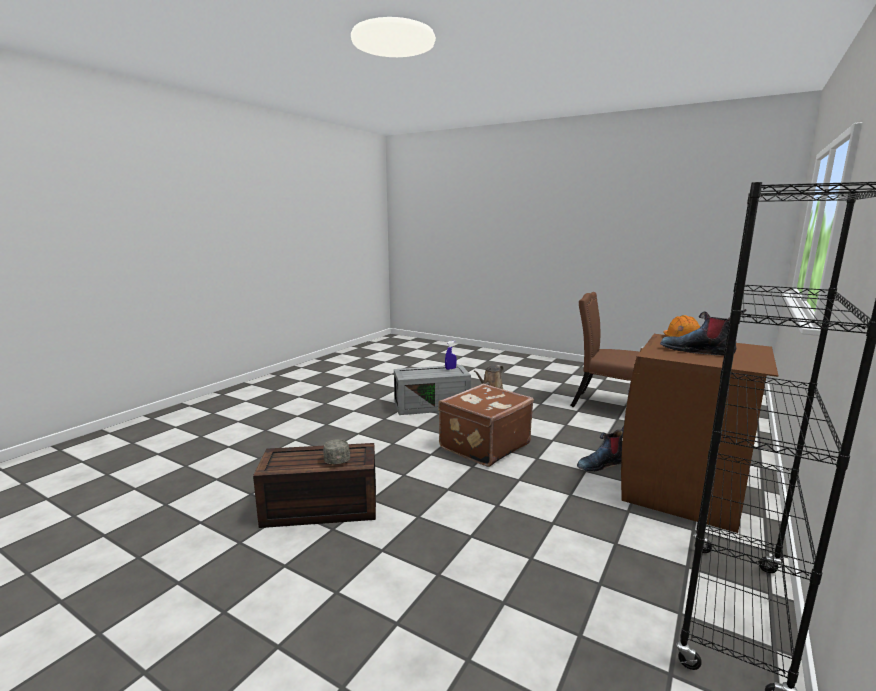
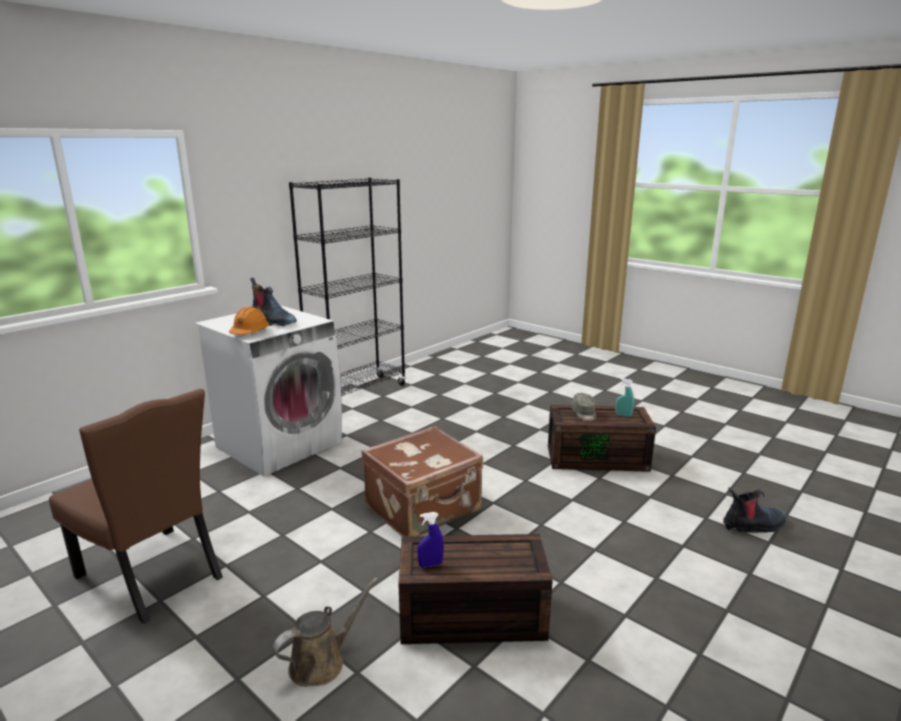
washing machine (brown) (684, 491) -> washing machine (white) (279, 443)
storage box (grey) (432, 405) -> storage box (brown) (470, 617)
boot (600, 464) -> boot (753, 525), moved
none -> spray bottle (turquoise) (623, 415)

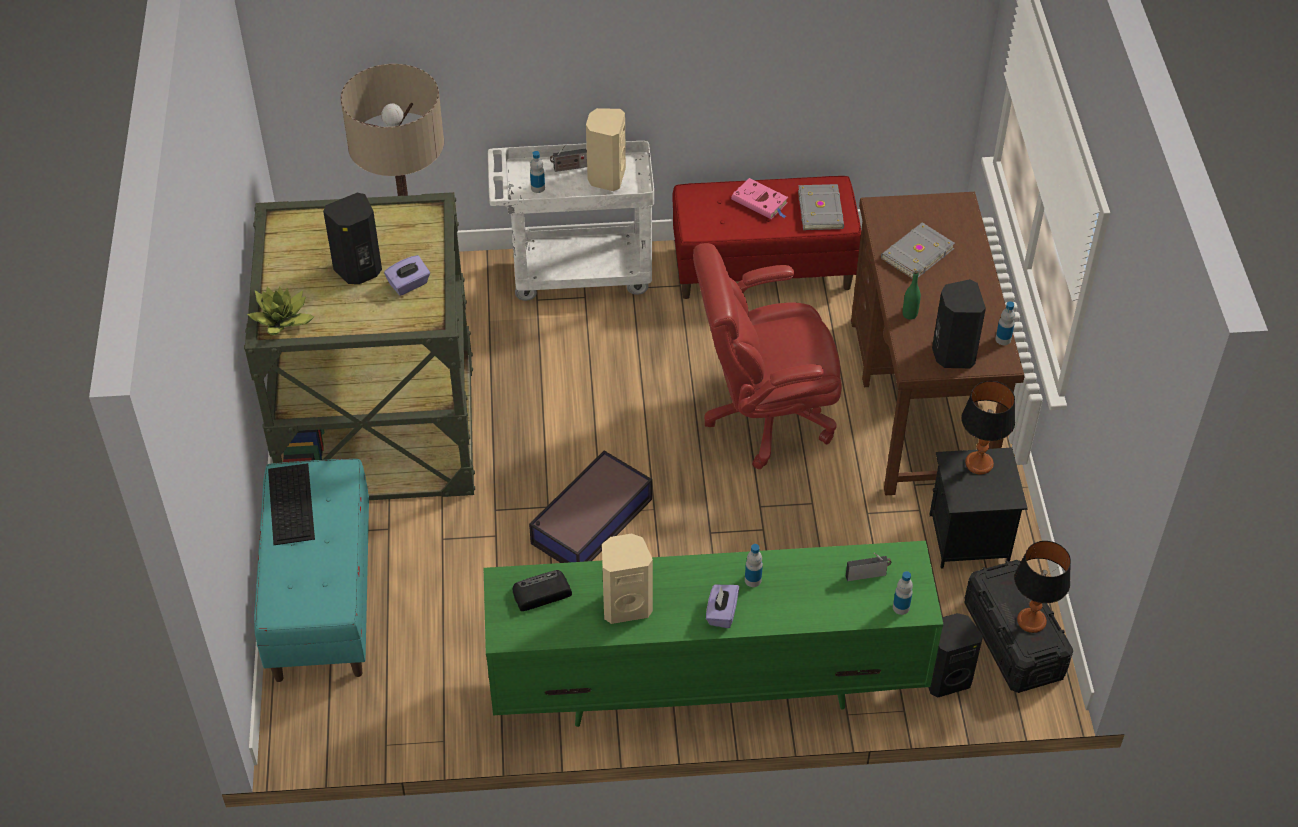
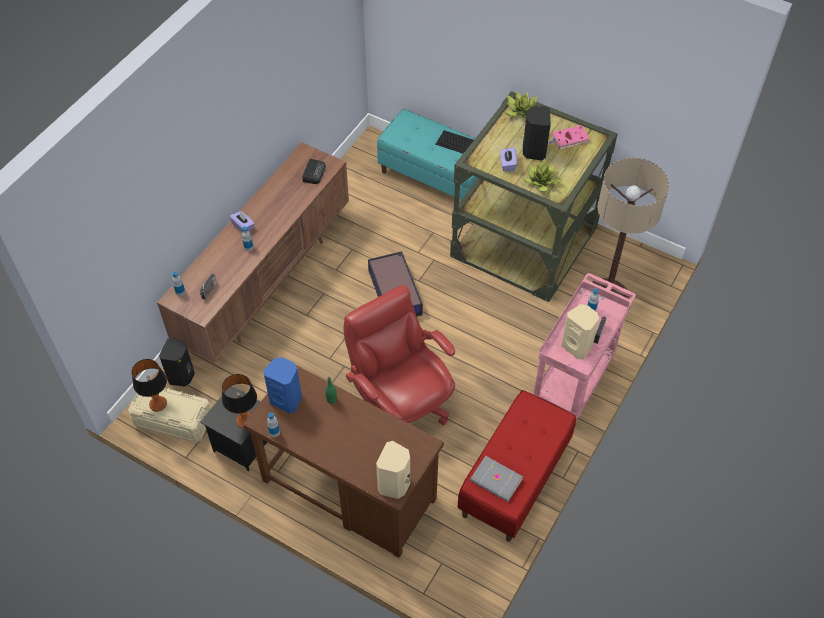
cart (white) (574, 278) -> cart (pink) (574, 379)
book (pink) (761, 202) -> book (pink) (569, 139), moved
book (grey) (916, 253) -> none
office chair (red) (762, 416) -> office chair (red) (401, 405), 60 degrees counterclockwise
speaker (black) (952, 354) -> speaker (blue) (287, 399)
speaker (beige) (626, 605) -> speaker (beige) (395, 485), moved
cabinet (green) (705, 688) -> cabinet (brown) (266, 282)
storage box (black) (1013, 640) -> storage box (beige) (173, 420)
none -> potted plant (541, 182)

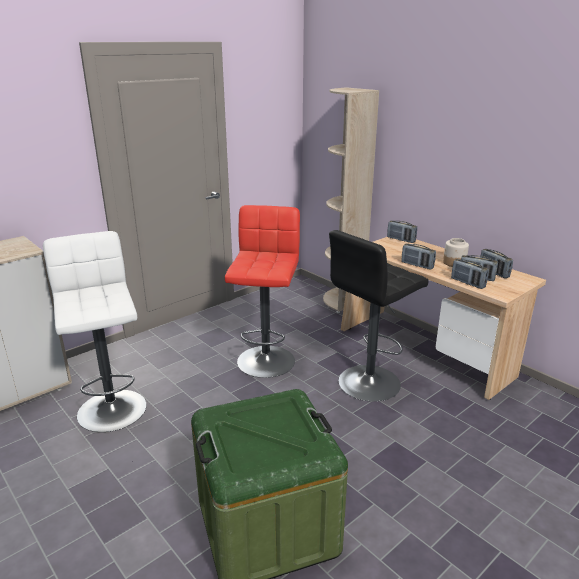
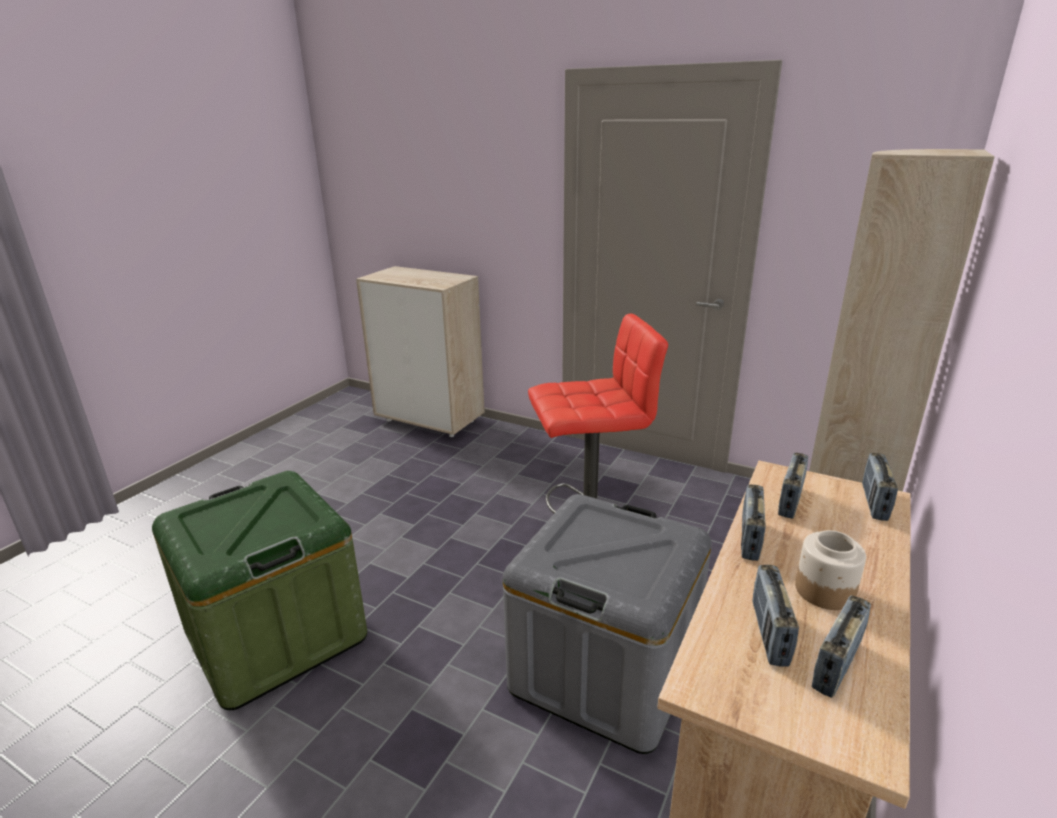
stool (black) (368, 383) -> storage box (grey) (605, 668)
stool (white) (113, 410) -> none
radio (467, 283) -> radio (790, 501), moved

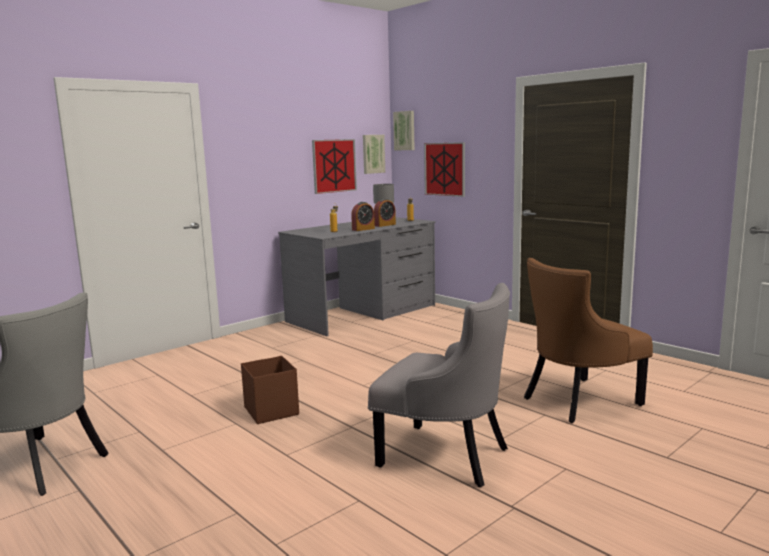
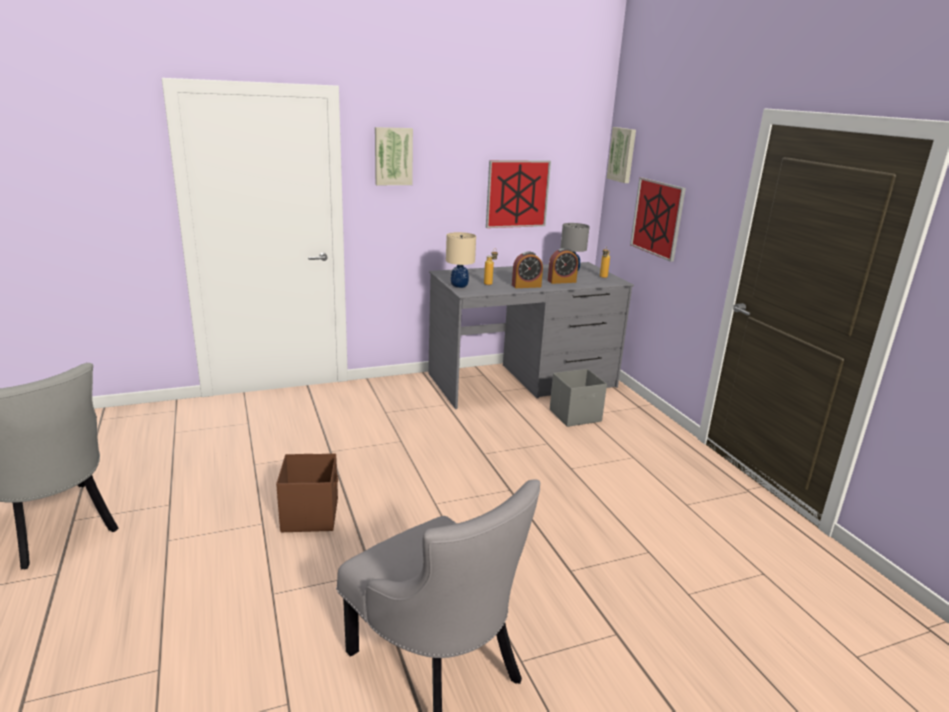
picture (373, 154) -> picture (393, 156), moved
chair (brown) (581, 400) -> none
none -> table lamp (beige) (460, 286)
none -> storage box (grey) (576, 416)

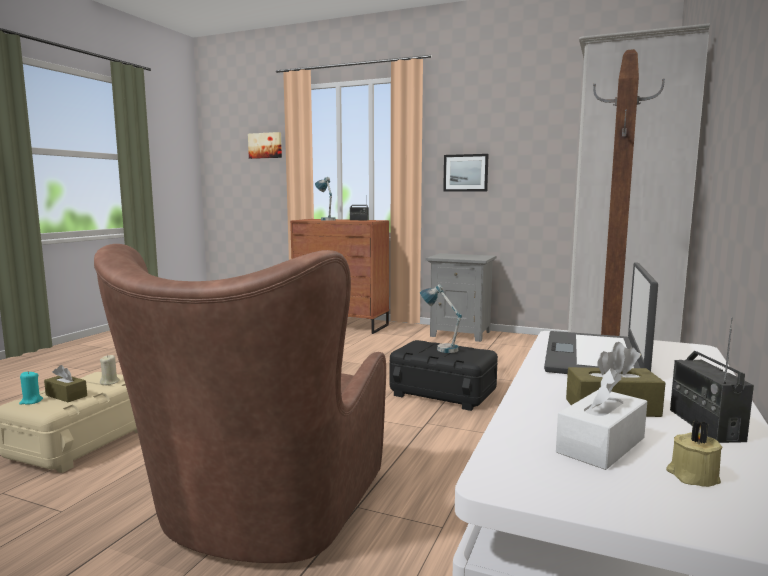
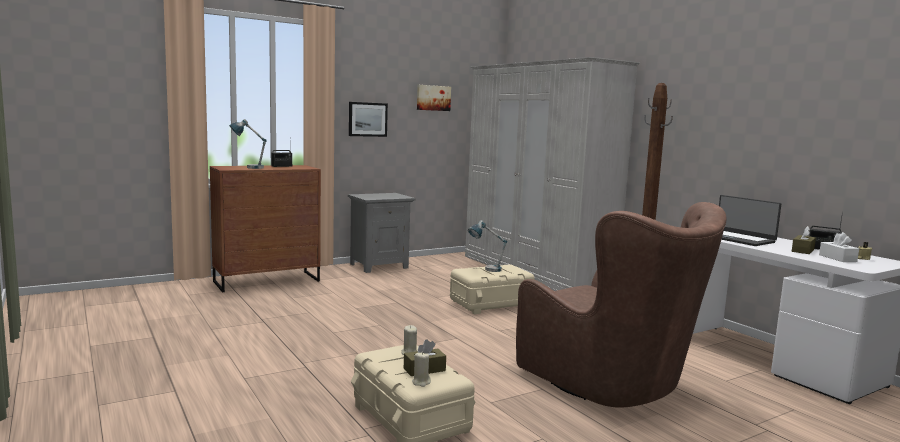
picture (265, 145) -> picture (433, 98), moved
storage box (black) (443, 393) -> storage box (beige) (490, 304)
candle (turquoise) (31, 401) -> candle (beige) (421, 382)

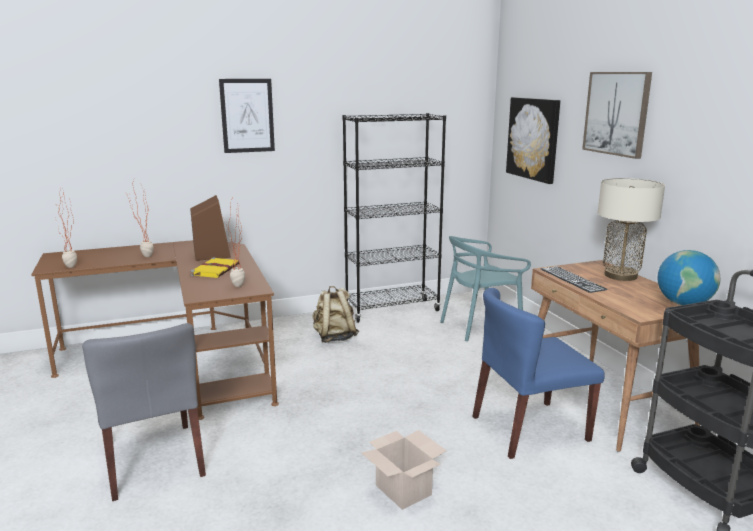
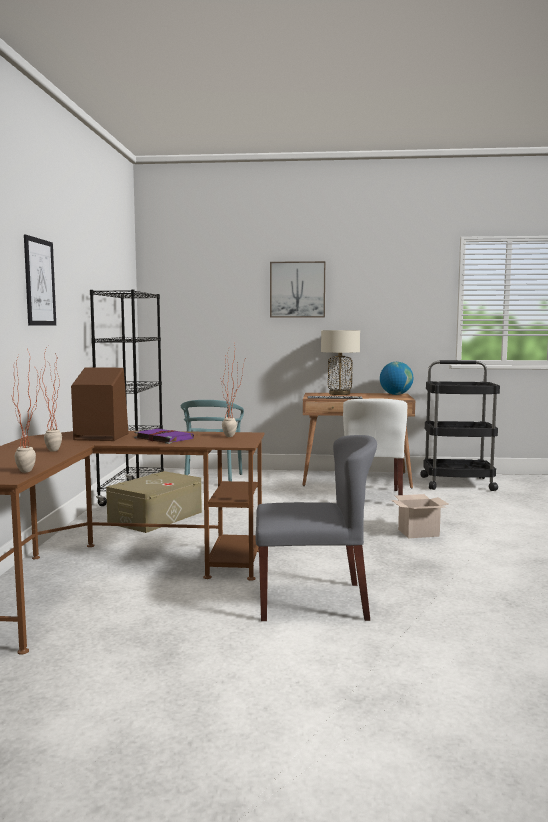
picture (533, 139) -> none
book (yellow) (216, 269) -> book (purple) (163, 438)
backpack (beige) (334, 337) -> storage box (beige) (155, 517)
chair (blue) (529, 429) -> chair (white) (372, 497)

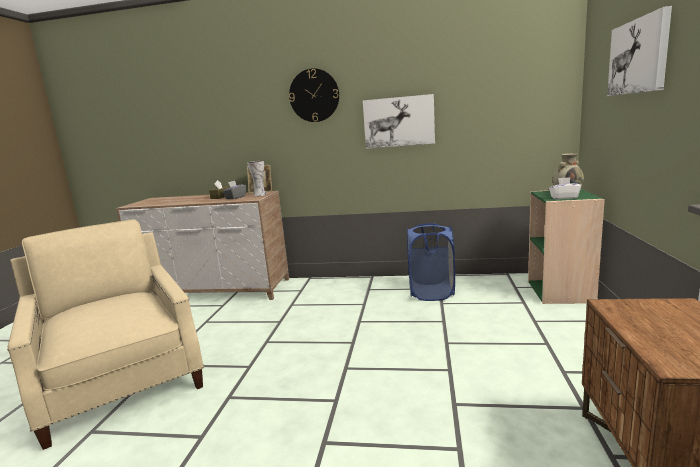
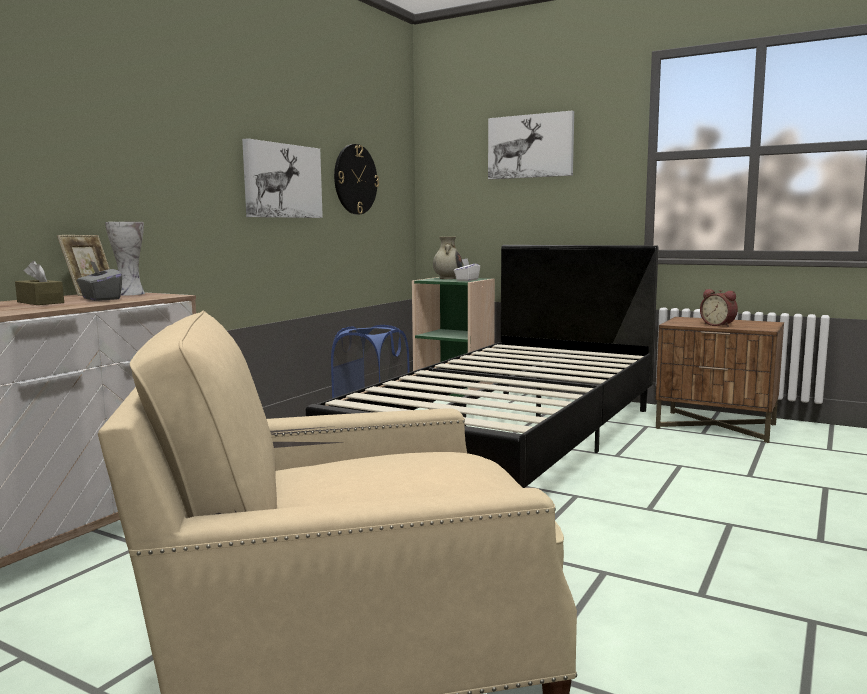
wall clock (314, 95) -> wall clock (355, 179), moved
none -> bed (black) (509, 442)
none -> alarm clock (718, 325)

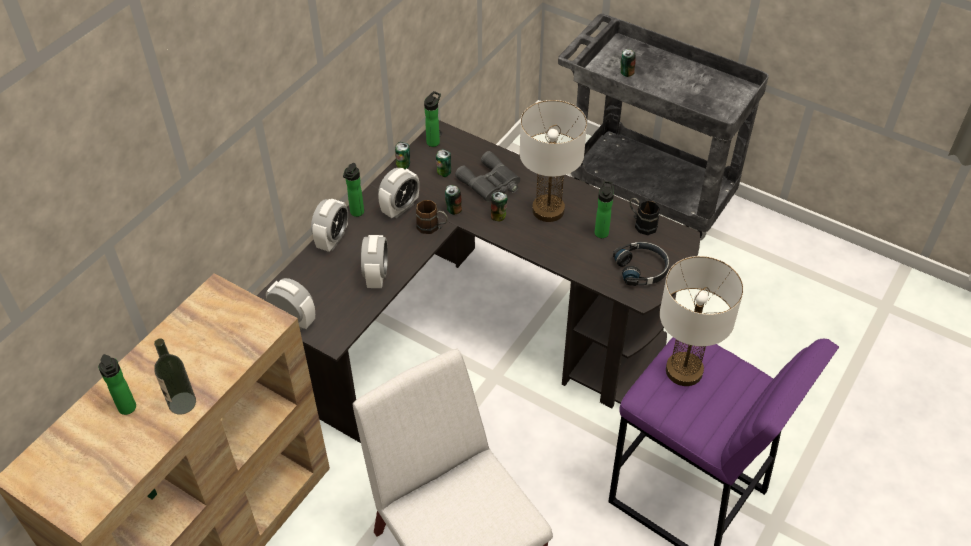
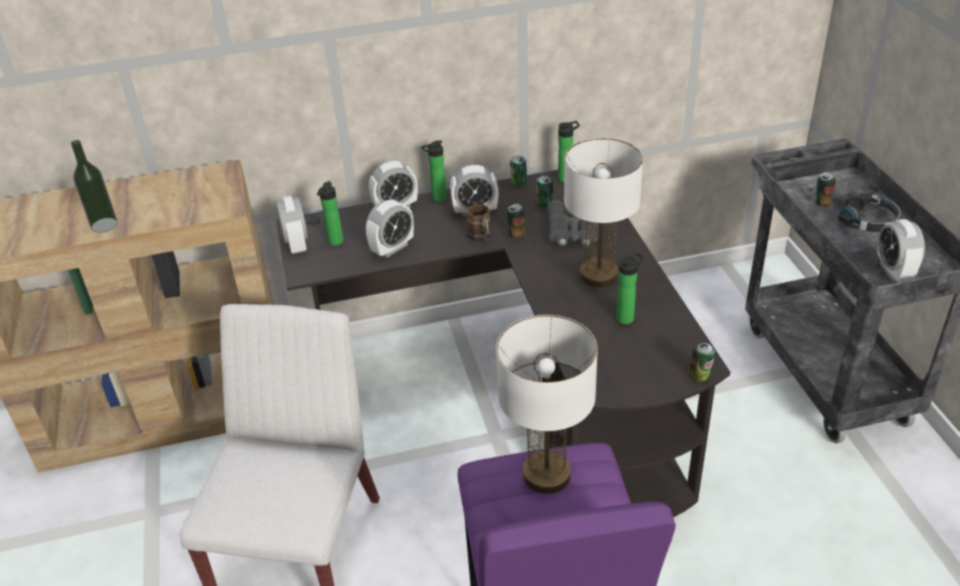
can (498, 216) -> can (700, 376), moved
mug (black) (641, 224) -> none
headphones (black) (642, 268) -> headphones (black) (869, 220), moved
bottle (128, 409) -> bottle (334, 243), moved
none -> alarm clock (893, 272)

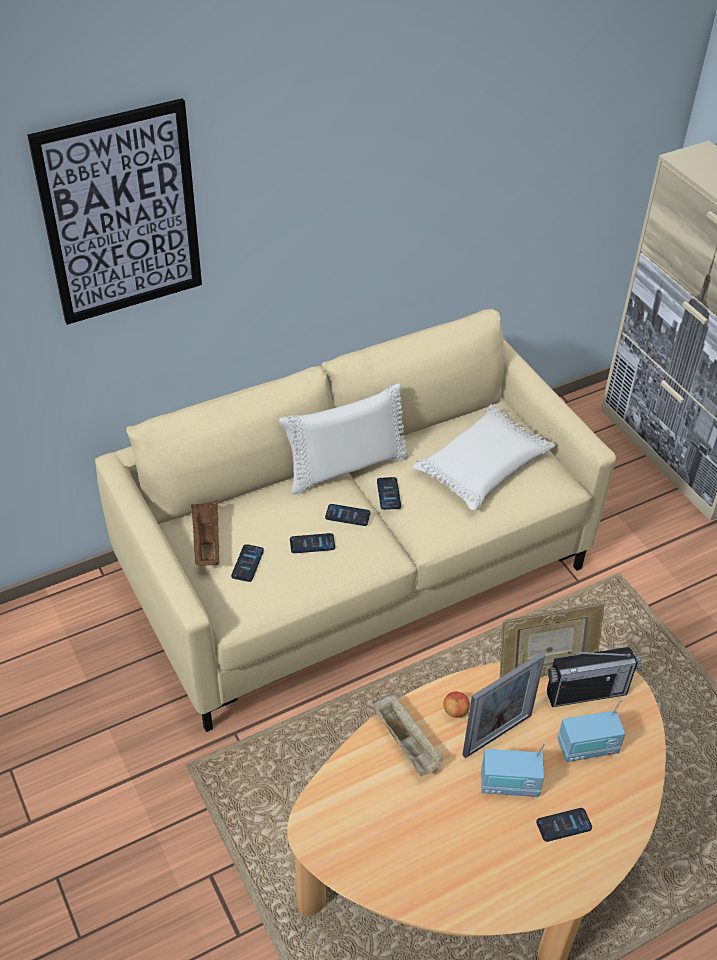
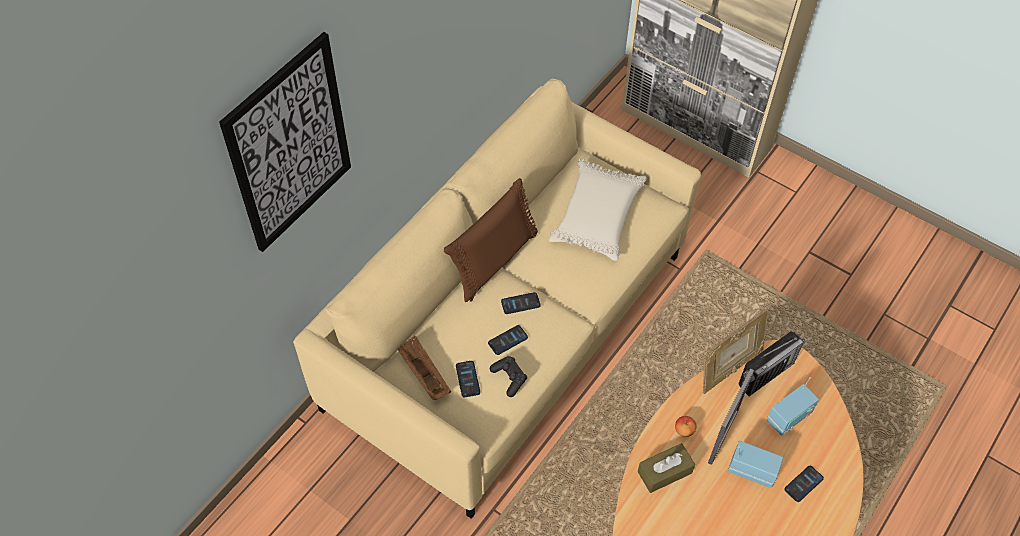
pillow (white) (346, 467) -> pillow (brown) (493, 260)
phone (388, 494) -> none
tray (beige) (407, 743) -> tissue box (brown) (664, 472)
radio (509, 785) -> radio (752, 471), 135 degrees counterclockwise
none -> game controller (black) (509, 378)

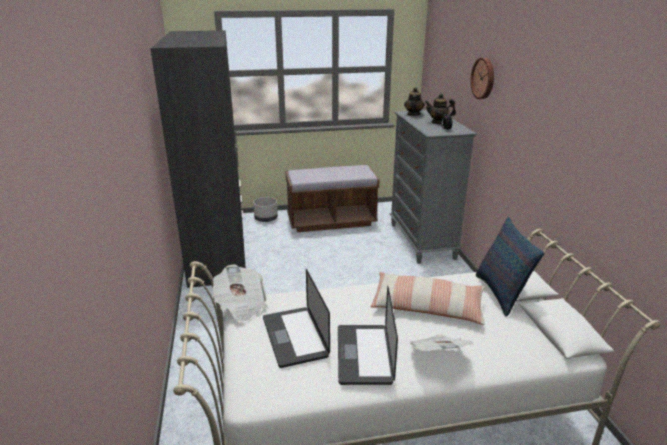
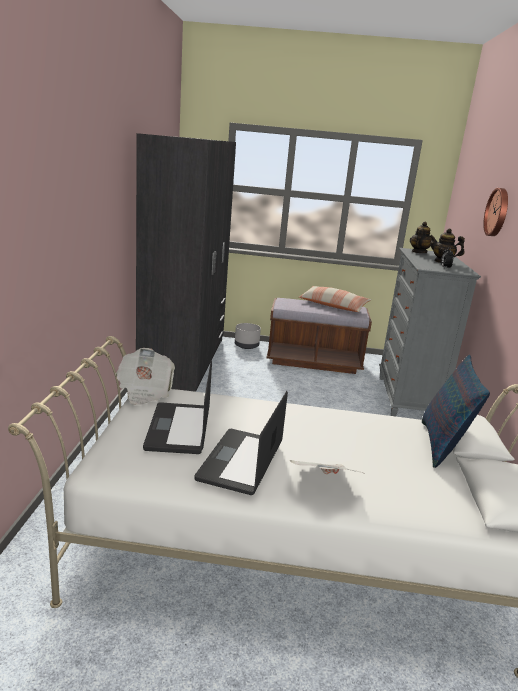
pillow (427, 307) -> pillow (333, 306), moved

